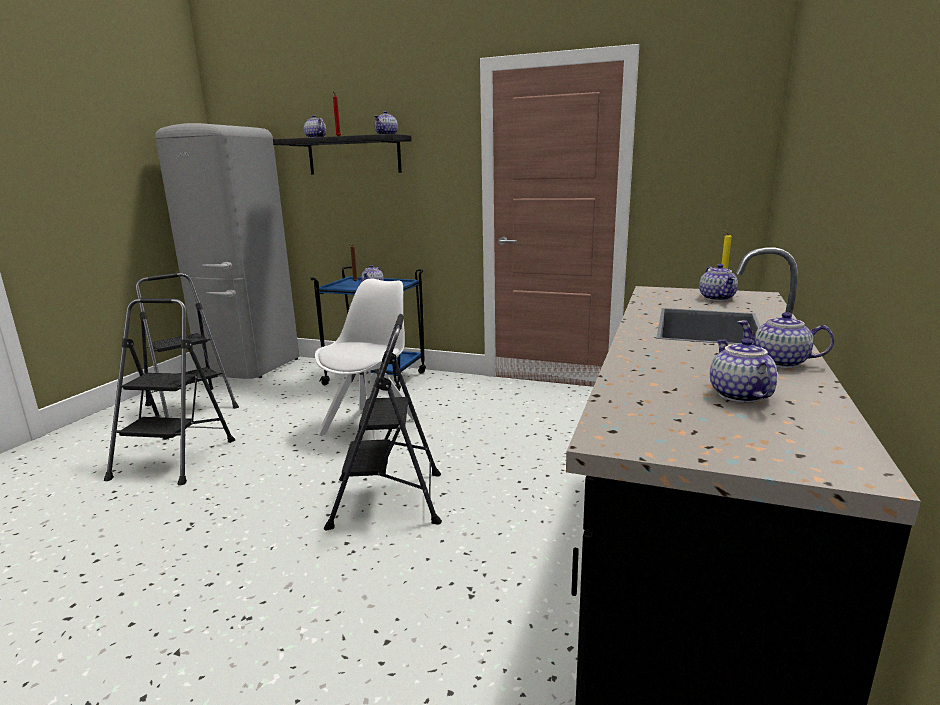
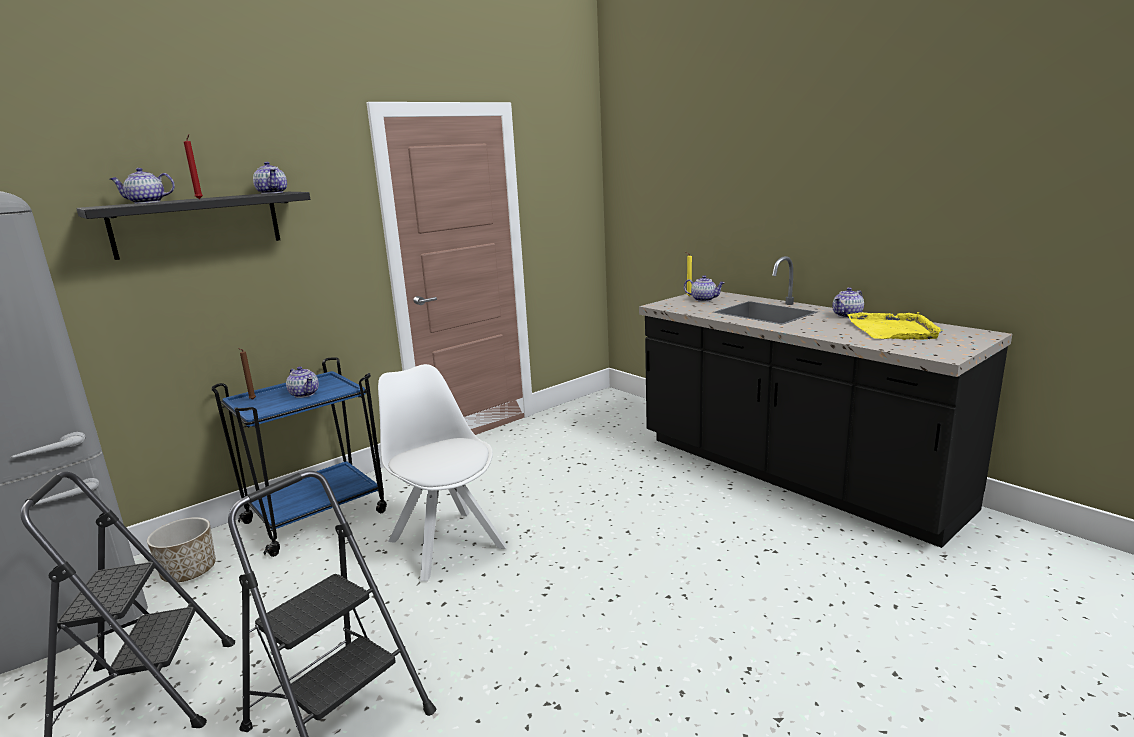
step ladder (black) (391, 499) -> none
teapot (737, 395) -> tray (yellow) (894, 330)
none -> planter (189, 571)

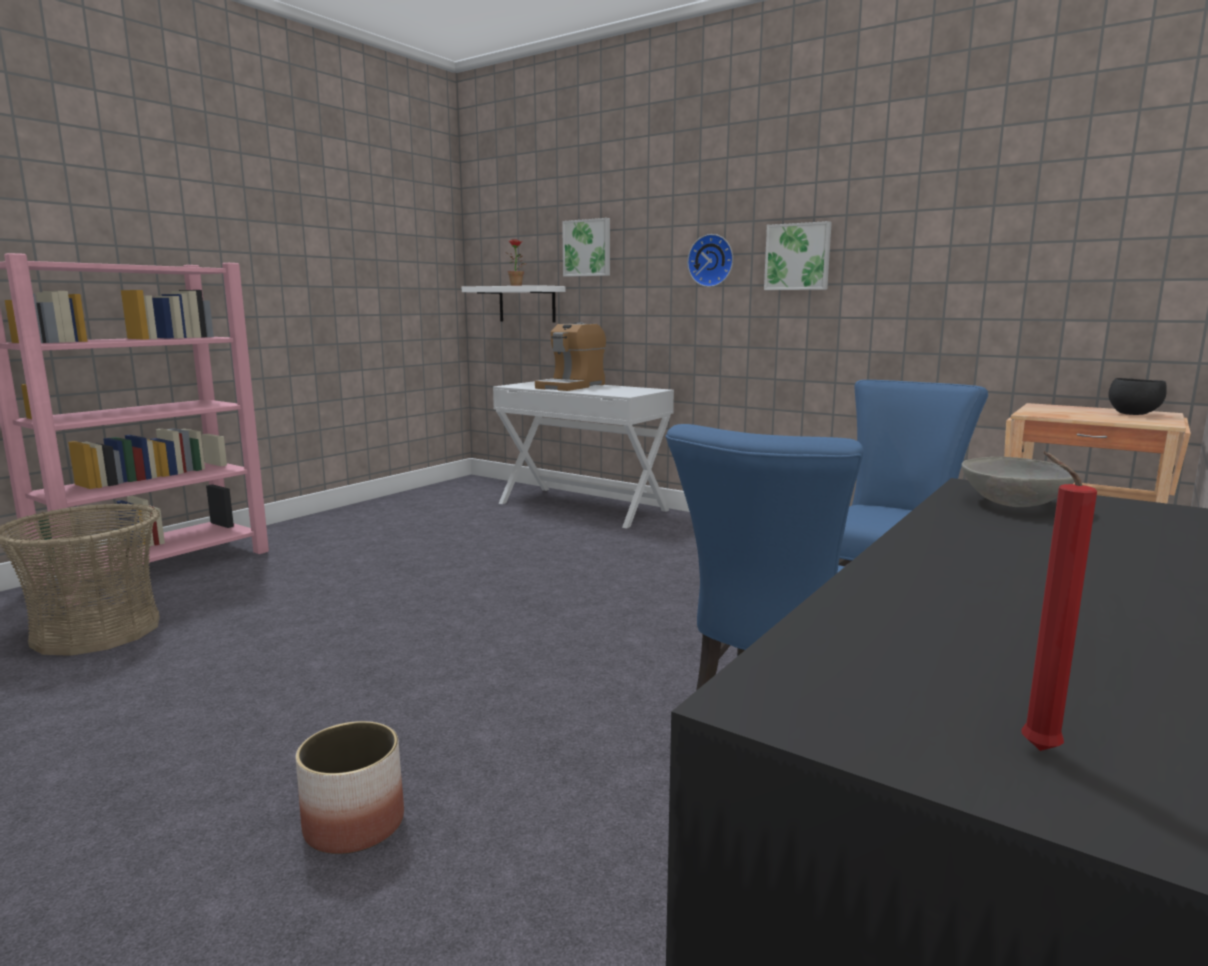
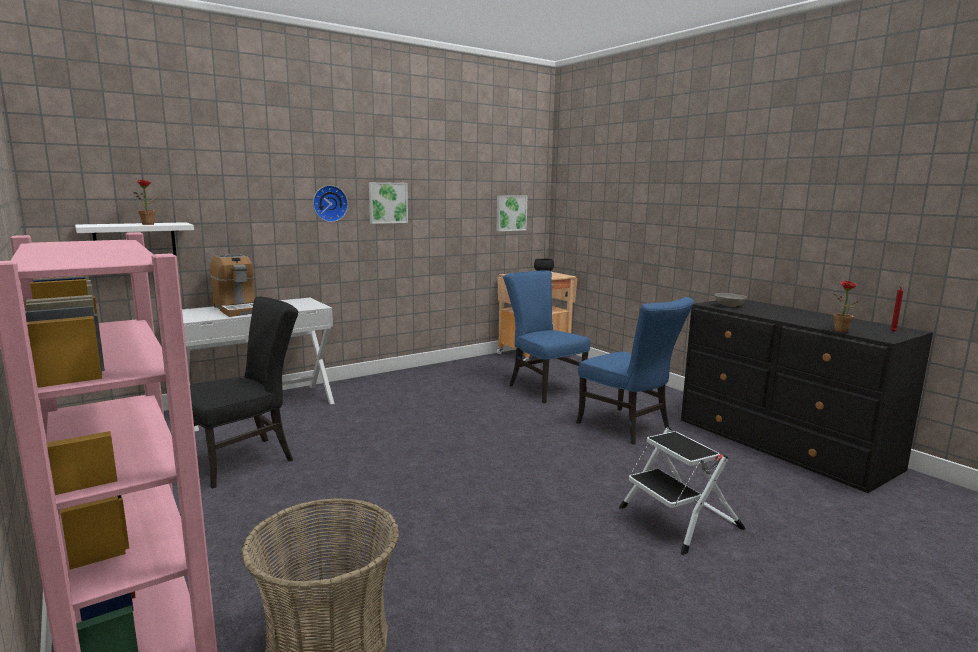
picture (587, 248) -> picture (510, 213), moved
planter (354, 826) -> step ladder (680, 519)
none -> potted plant (843, 331)
none -> chair (black) (247, 459)

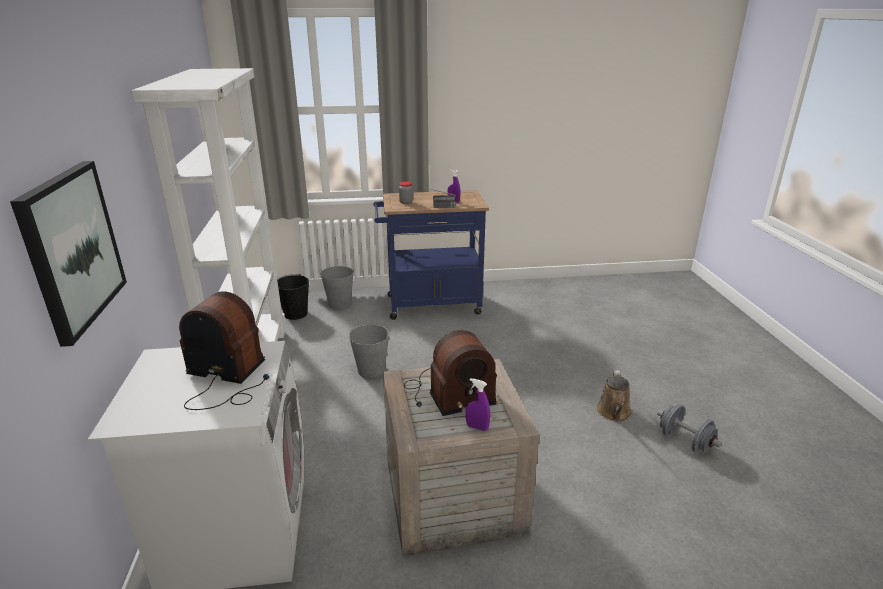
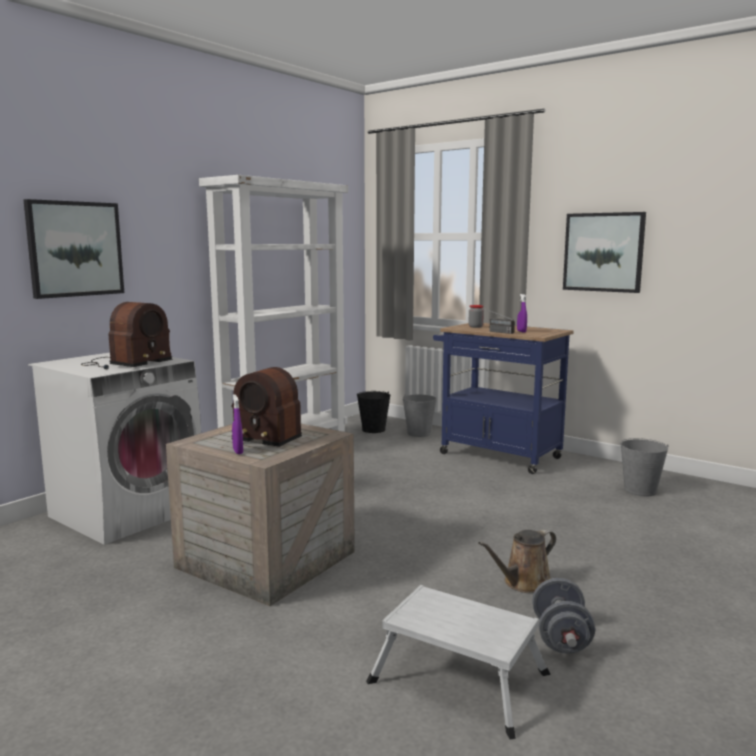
radio (227, 379) -> radio (125, 363), 60 degrees clockwise
bucket (grey) (371, 370) -> bucket (grey) (640, 490), moved
none -> picture (603, 252)
none -> step ladder (white) (460, 678)

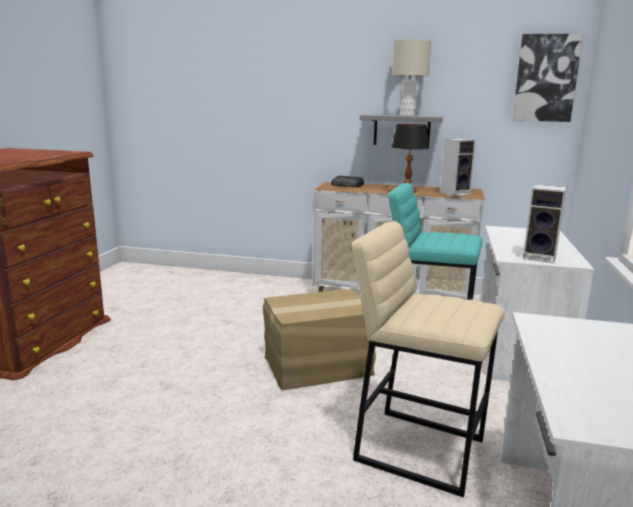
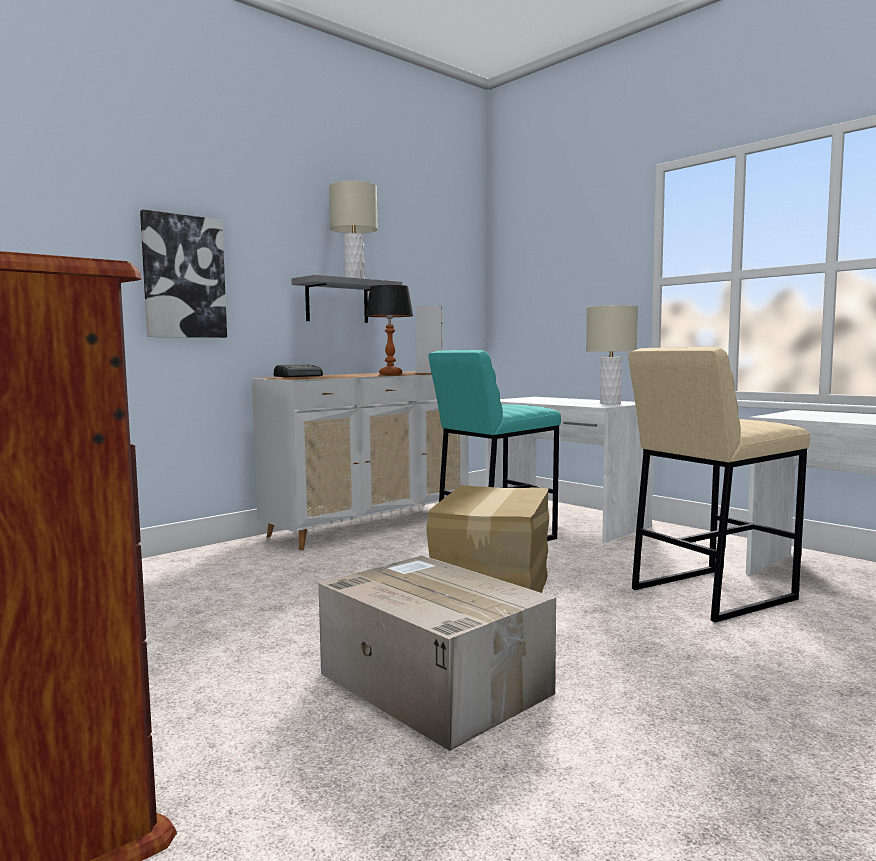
picture (545, 78) -> picture (183, 277), moved
speaker (541, 257) -> table lamp (beige) (610, 403)
none -> cardboard box (431, 682)

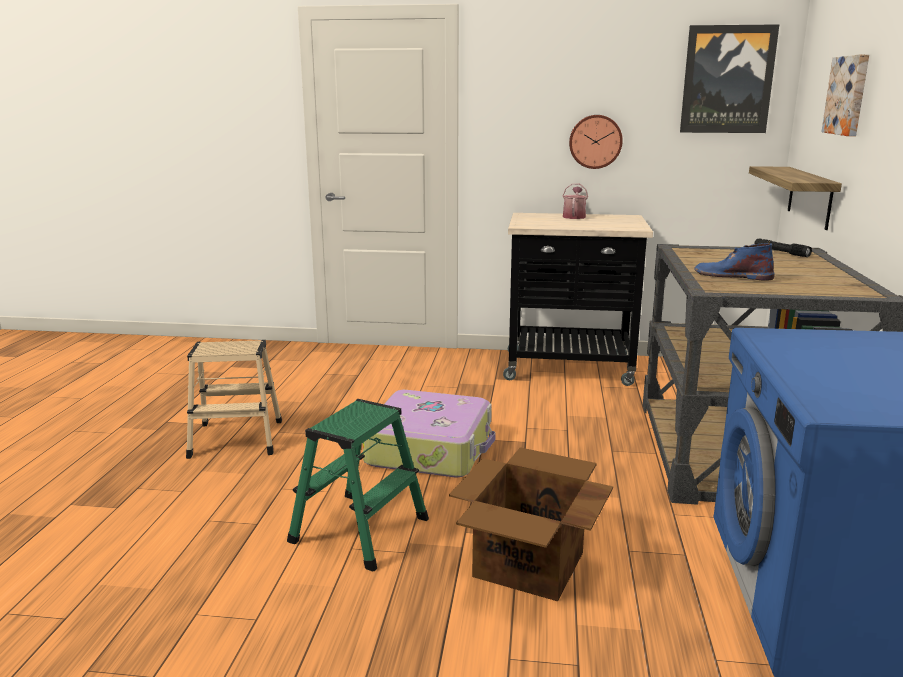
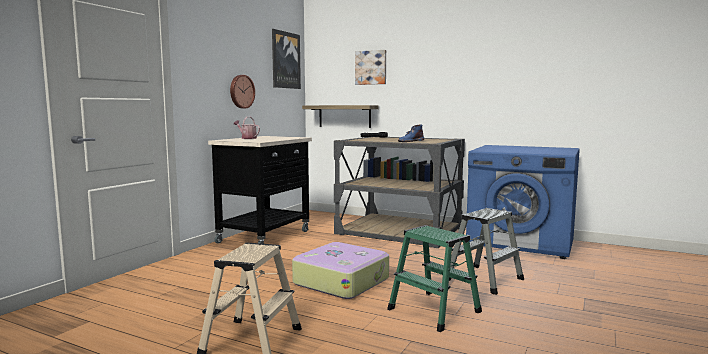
cardboard box (527, 565) -> step ladder (grey) (484, 279)

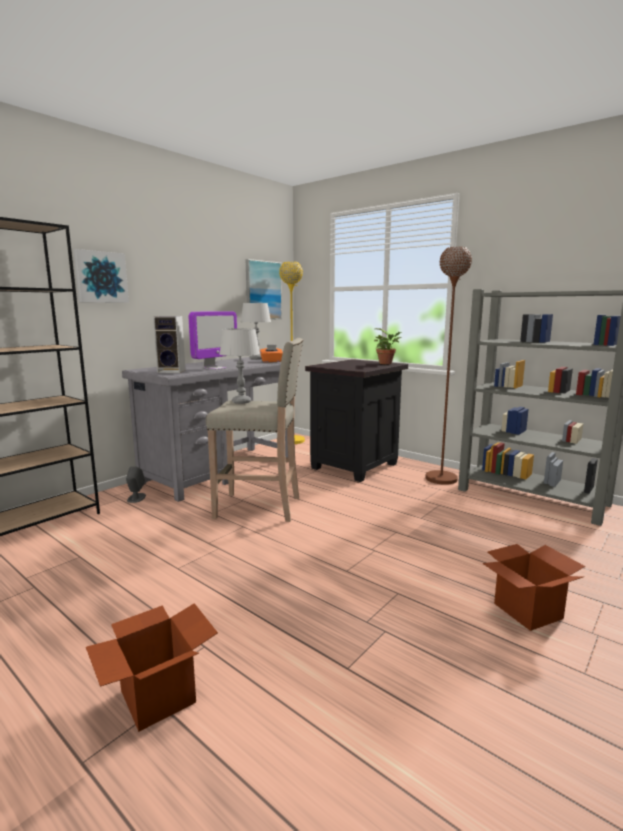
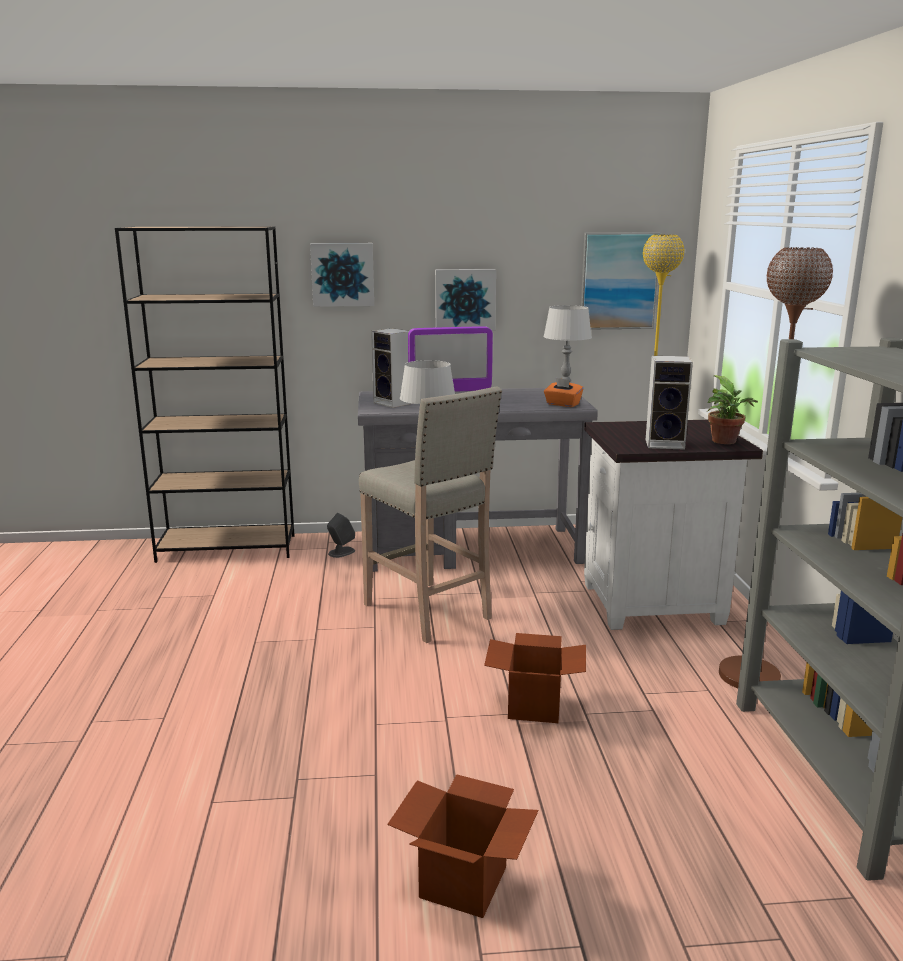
cabinet (black) (356, 465) -> cabinet (white) (656, 604)
cardboard box (158, 696) -> cardboard box (534, 706), moved
none -> picture (465, 300)
none -> speaker (666, 444)

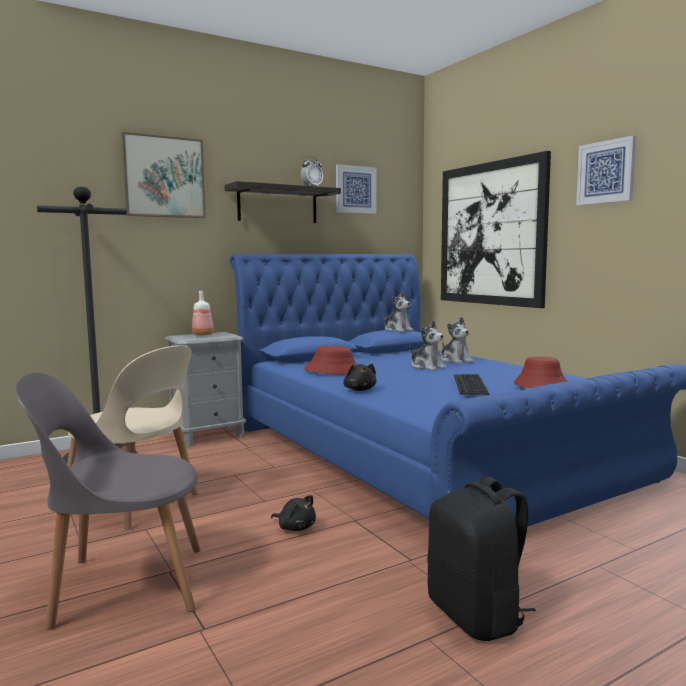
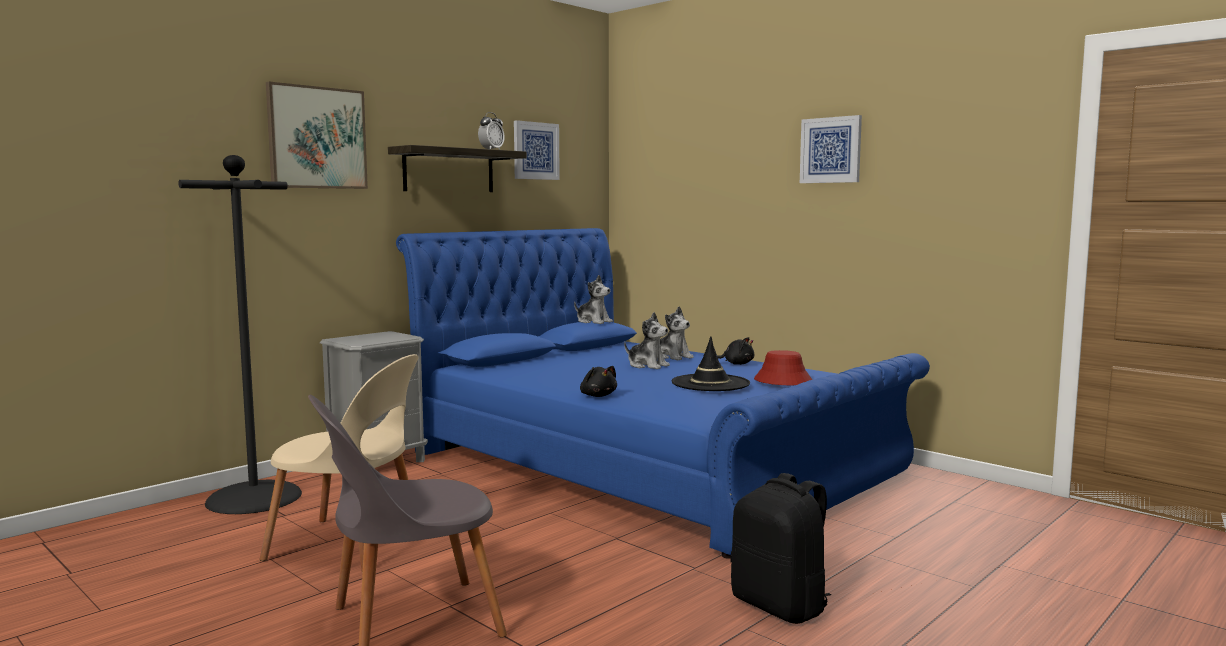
picture (491, 234) -> none
bottle (202, 334) -> none
hat (red) (333, 371) -> none
keyboard (468, 384) -> hat (black) (710, 383)
plush toy (black) (295, 527) -> plush toy (black) (736, 364), moved

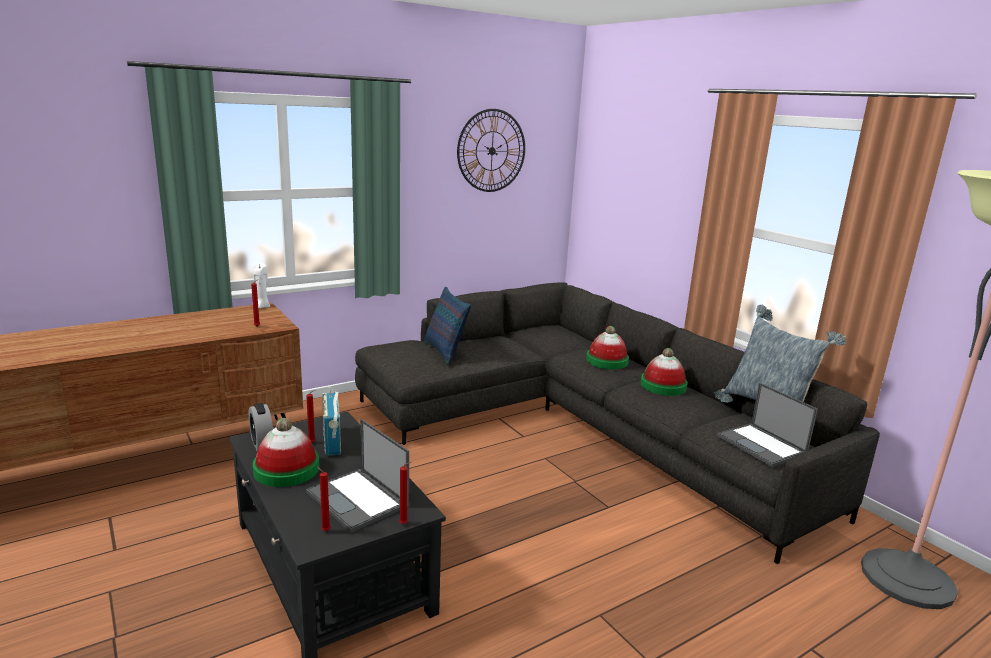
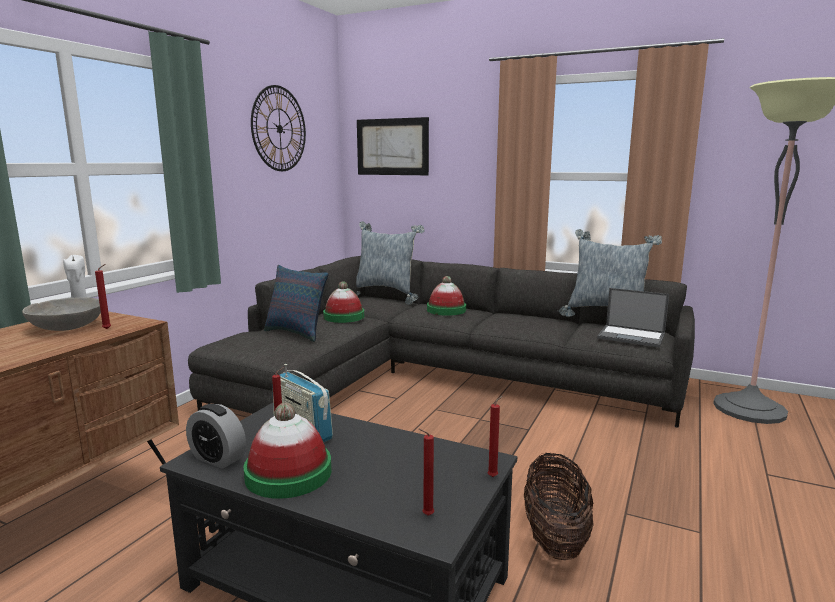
hat (663, 386) -> hat (344, 317), moved
laptop (358, 500) -> none
none -> picture (392, 147)
none -> pillow (386, 298)
none -> bowl (grey) (66, 327)
none -> basket (555, 537)

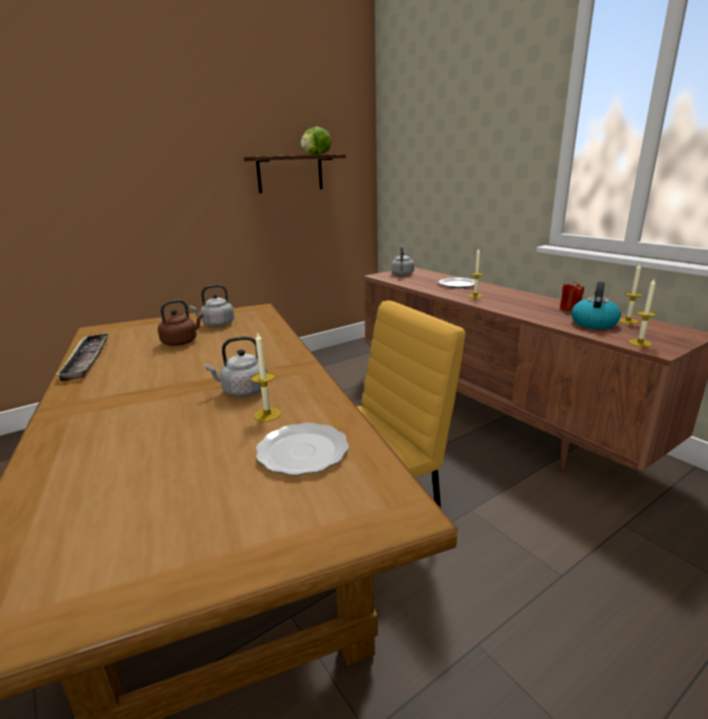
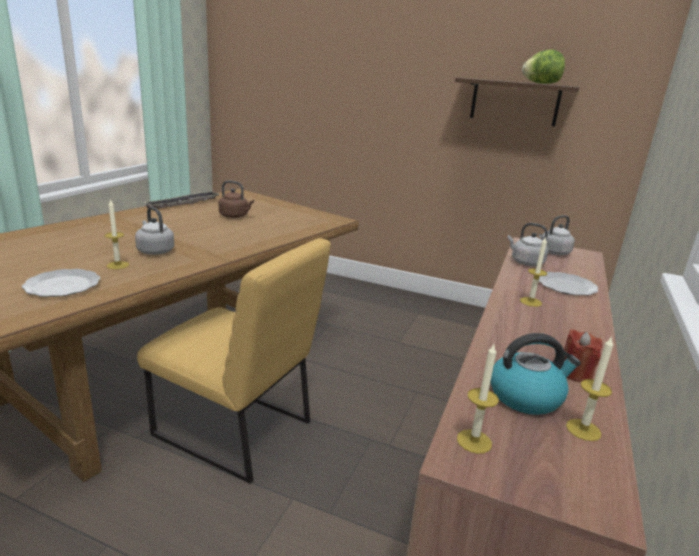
kettle (grey) (216, 324) -> kettle (grey) (525, 262), moved

